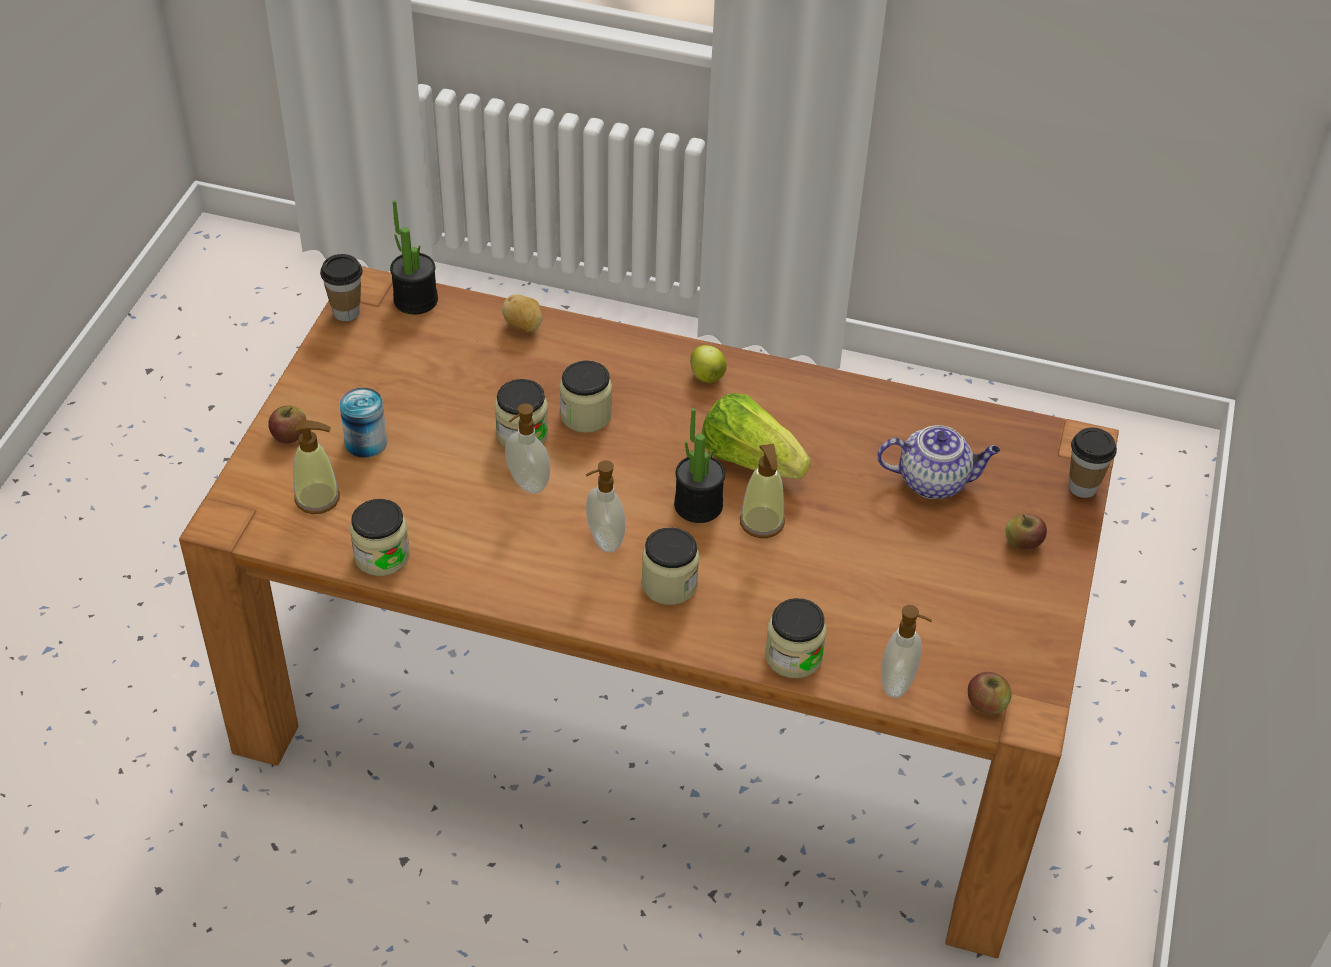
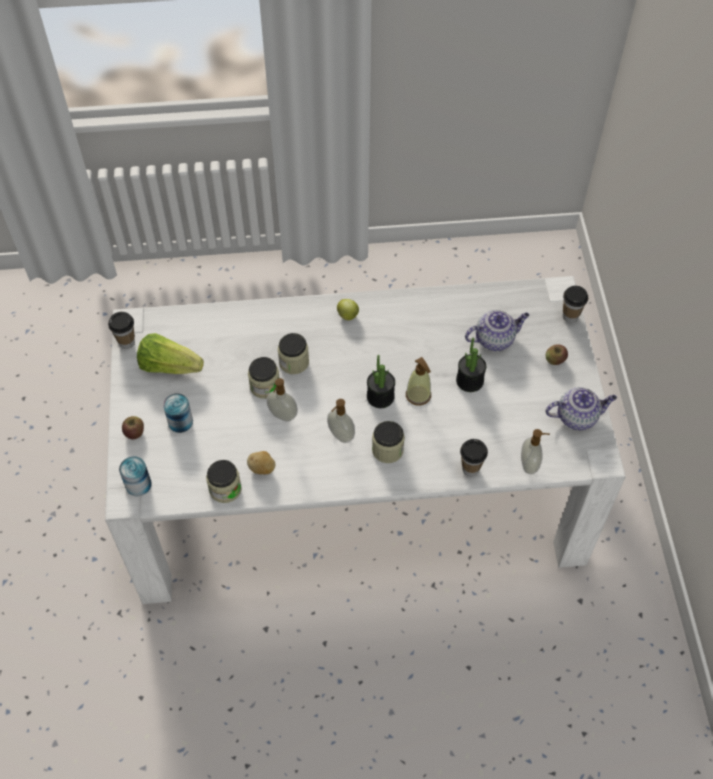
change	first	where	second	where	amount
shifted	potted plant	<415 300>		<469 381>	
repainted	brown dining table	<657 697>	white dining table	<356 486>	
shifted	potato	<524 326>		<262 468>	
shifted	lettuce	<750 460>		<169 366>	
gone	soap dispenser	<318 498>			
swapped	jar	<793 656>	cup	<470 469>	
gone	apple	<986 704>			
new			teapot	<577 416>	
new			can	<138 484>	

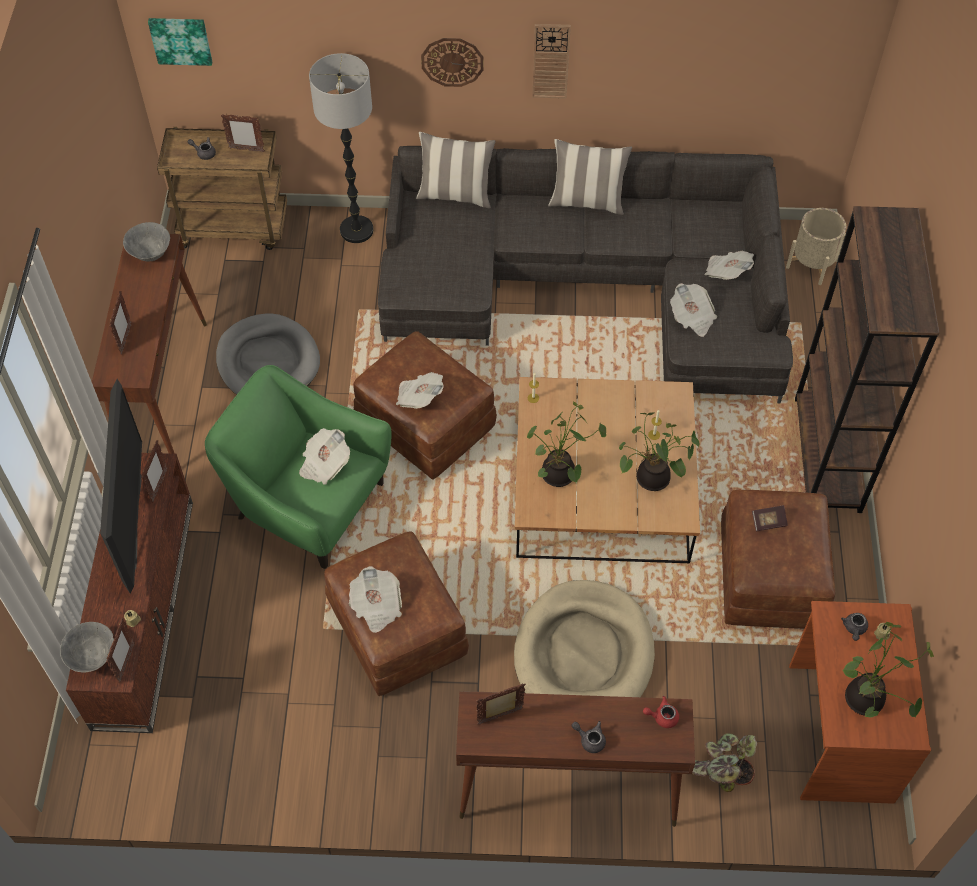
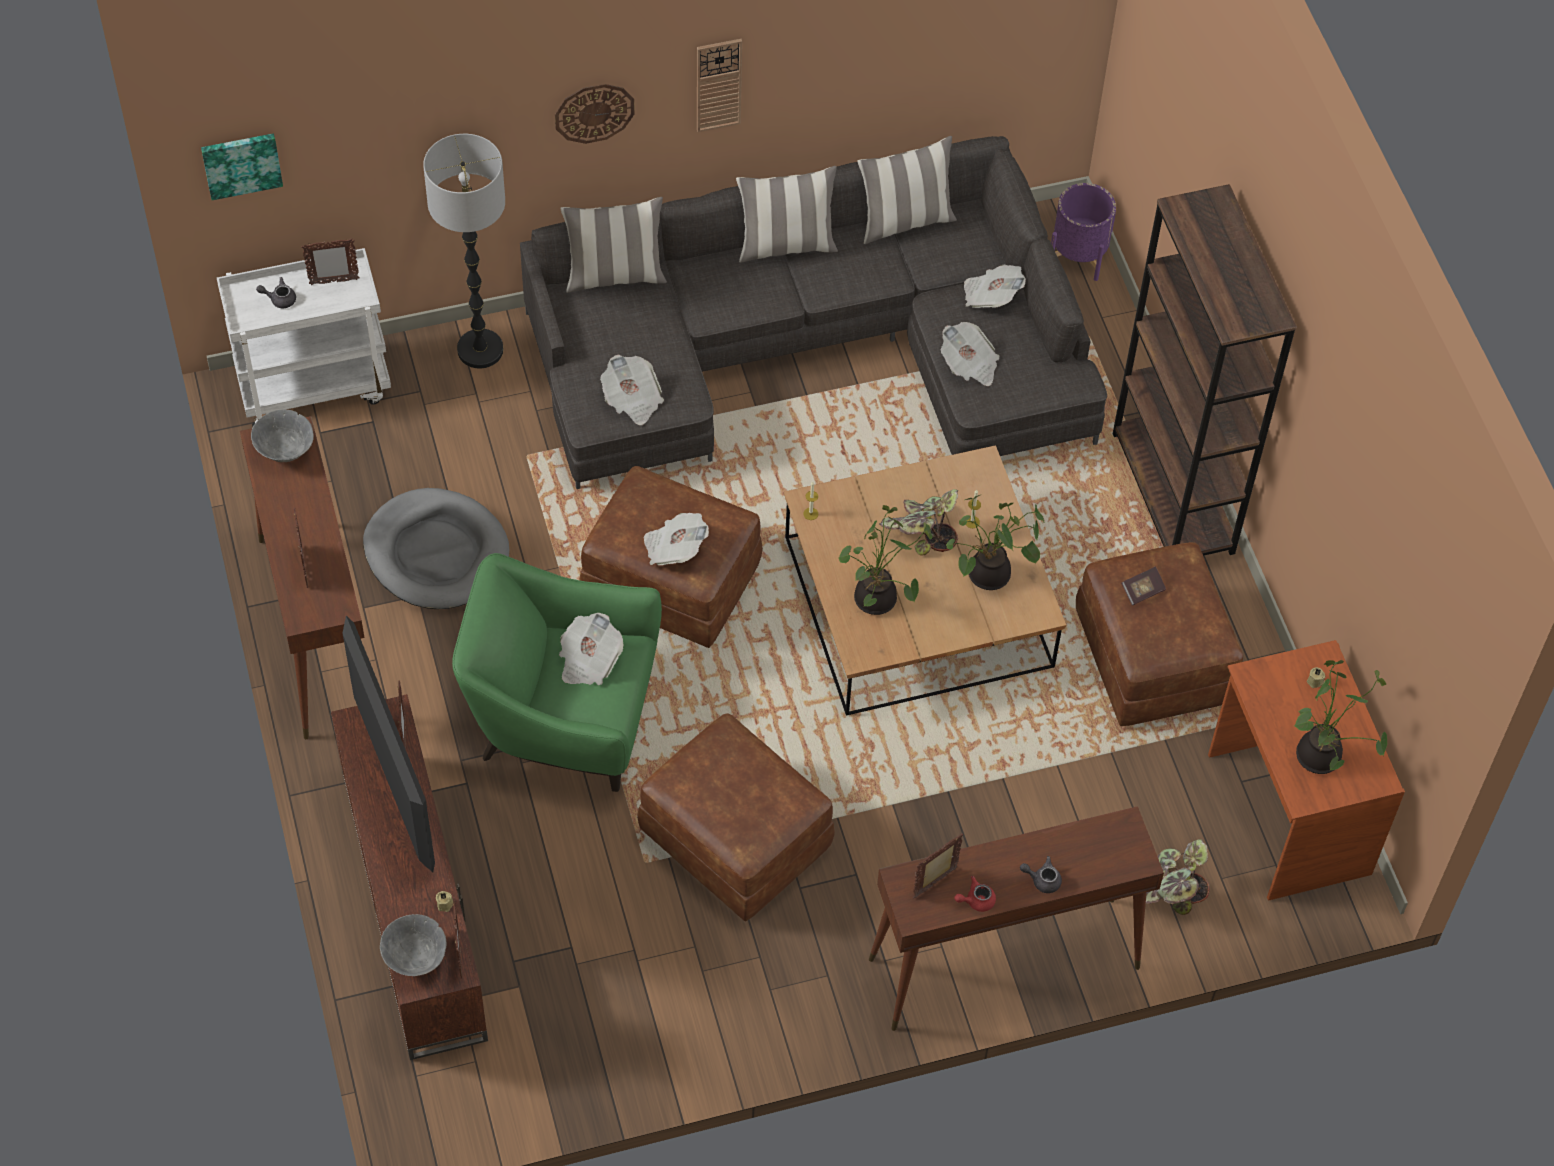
change	first	where	second	where	amount
repainted	brown cart	<235 228>	white cart	<315 385>	
repainted	beige planter	<812 264>	purple planter	<1078 255>	
shifted	newspaper	<376 606>		<632 400>	
gone	beige dog bed	<584 654>			
gone	grey teapot	<854 629>			
shifted	red teapot	<662 716>		<976 900>	
new			pillow	<905 221>	
new			potted plant	<920 533>	

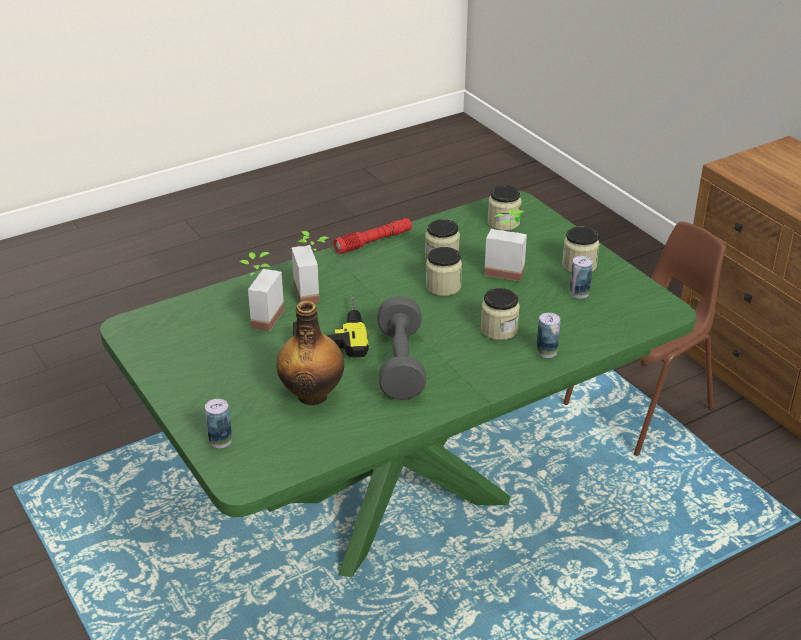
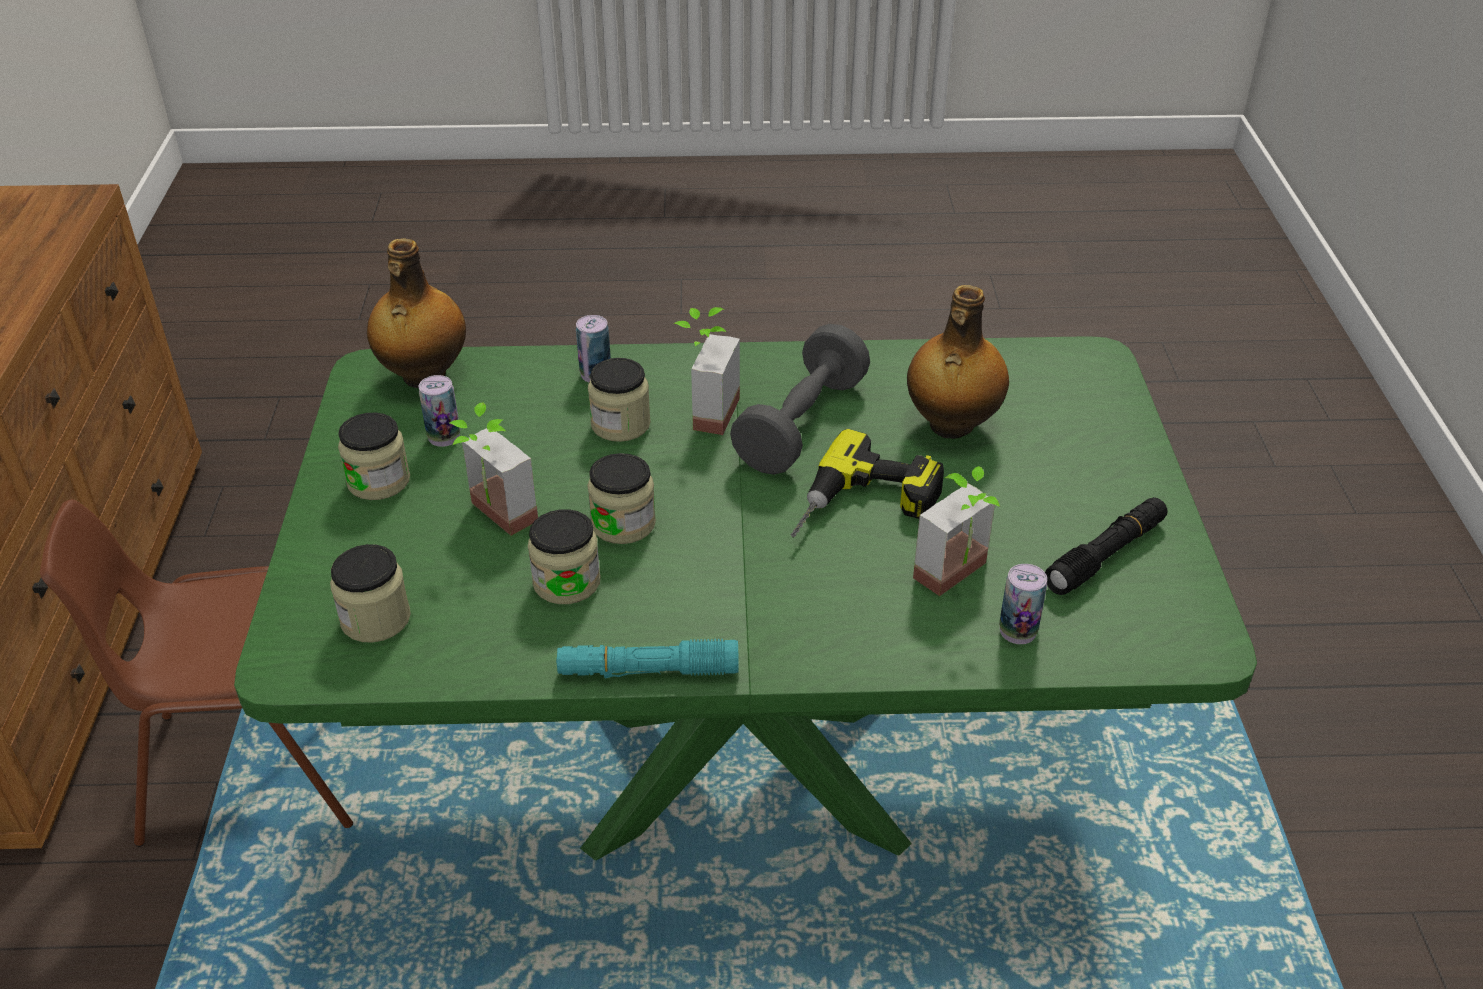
change	first	where	second	where	amount
repainted	red flashlight	<373 242>	turquoise flashlight	<648 671>	
shifted	potted plant	<314 292>		<703 412>	
shifted	can	<220 440>		<1018 631>	
new			bottle	<423 376>	
new			black flashlight	<1106 555>	

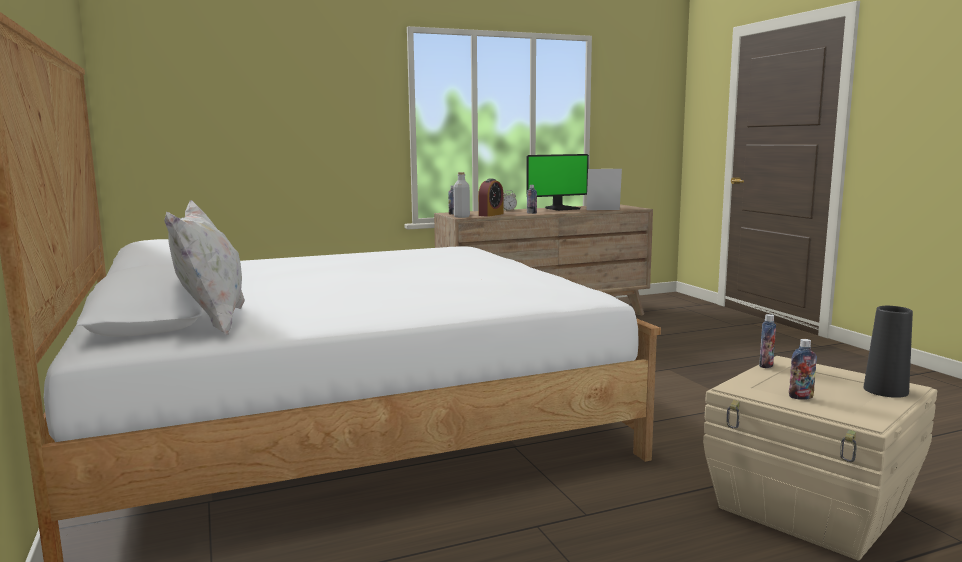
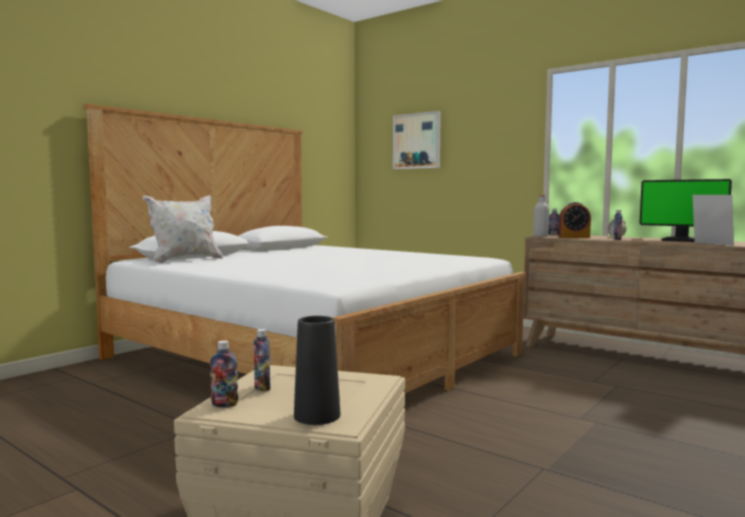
change	first	where	second	where	amount
shifted	bottle	<766 365>		<224 404>	
new			picture	<417 141>	

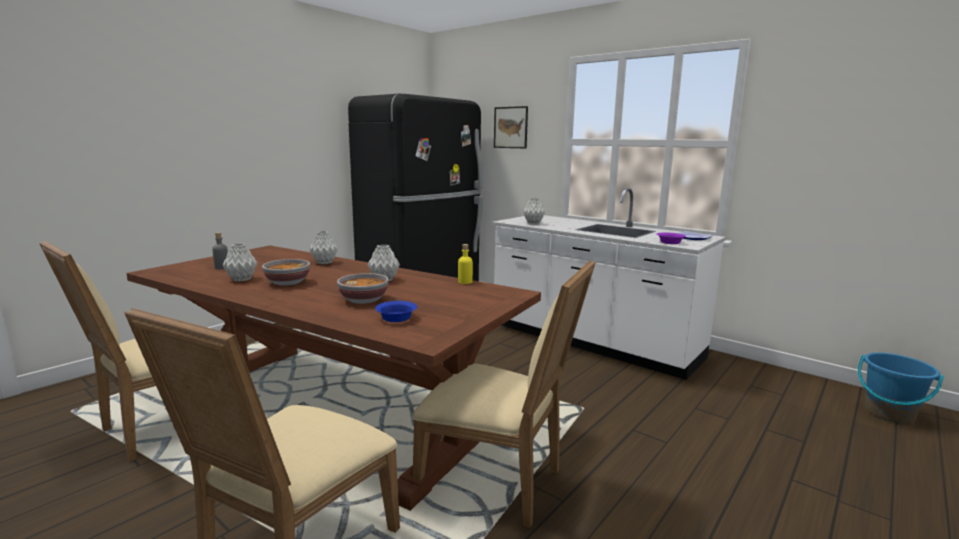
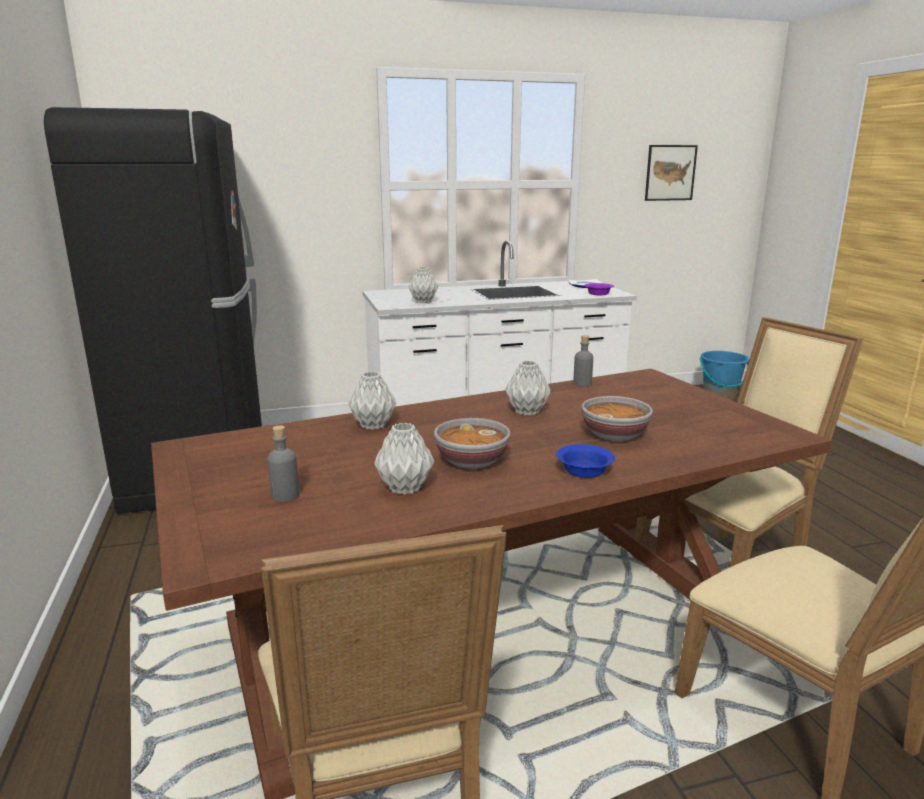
change	first	where	second	where	amount
shifted	picture	<510 127>		<670 173>	
repainted	yellow bottle	<465 282>	grey bottle	<582 383>	
shifted	blue bowl	<397 318>		<585 470>	

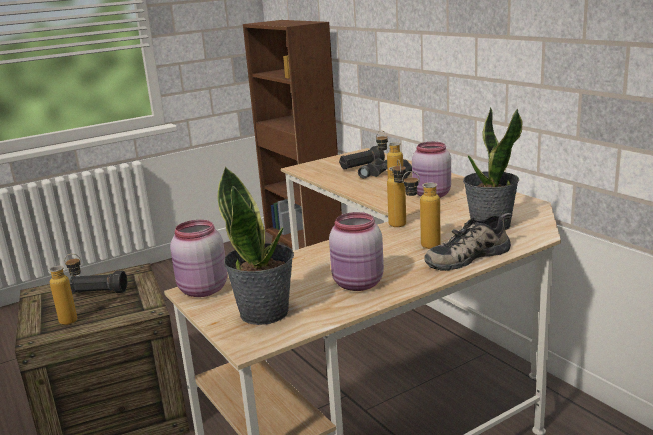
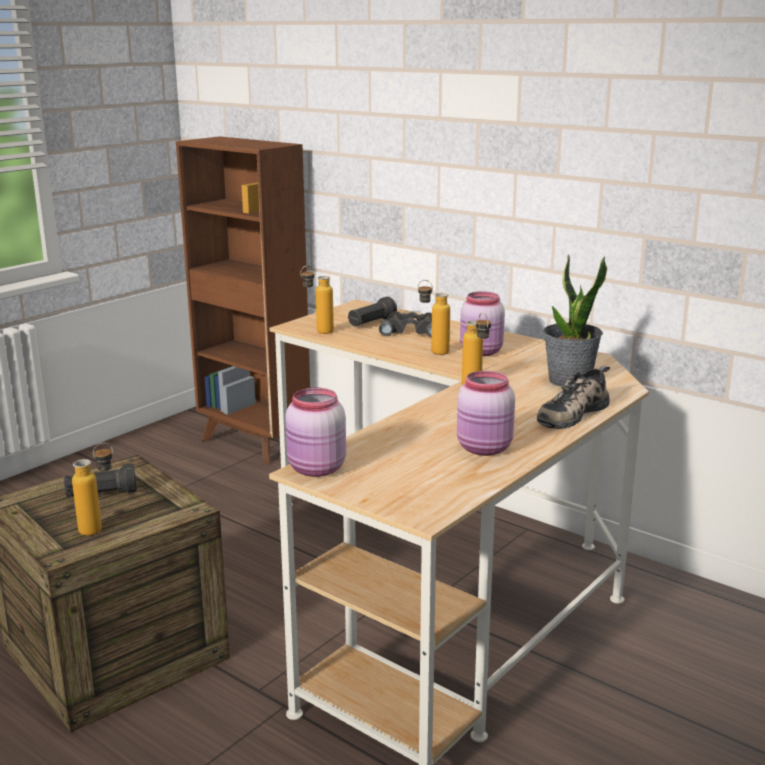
change	first	where	second	where	amount
gone	potted plant	<265 312>			
shifted	bottle	<422 245>		<318 332>	

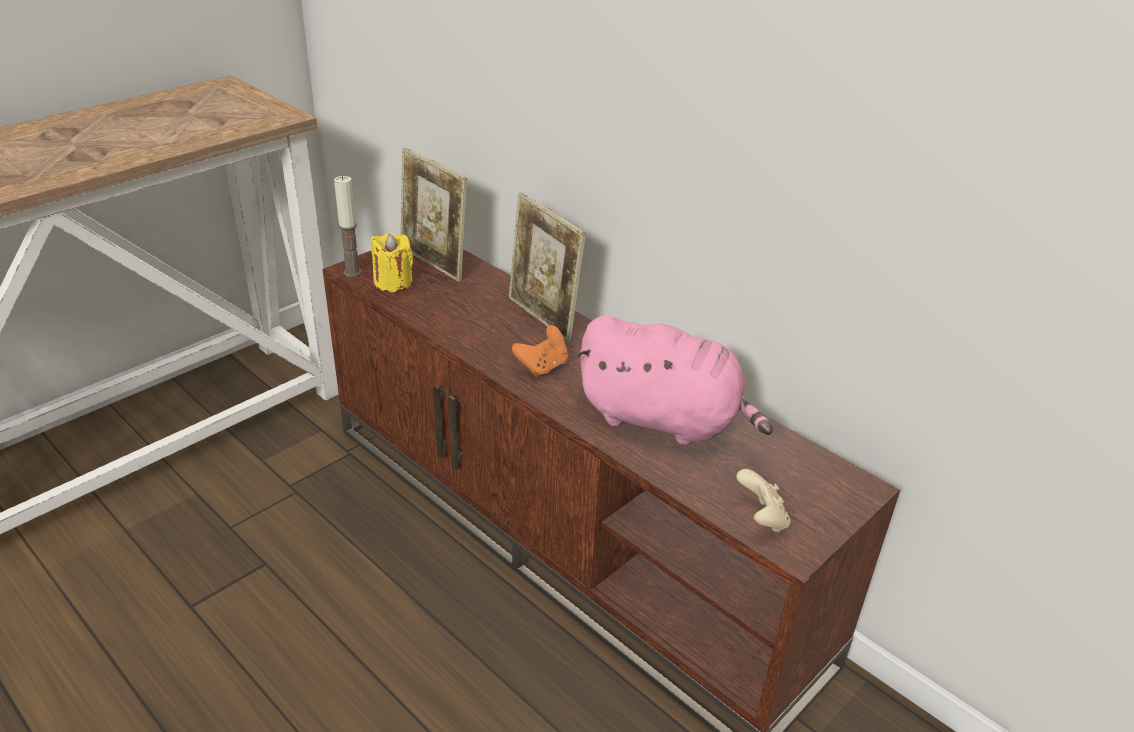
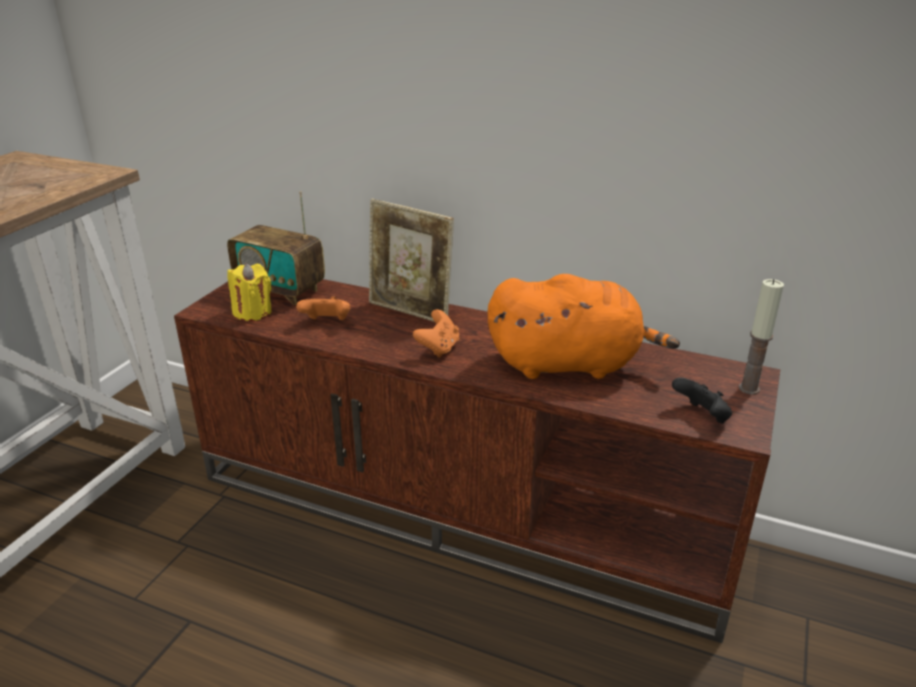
change	first	where	second	where	amount
swapped	picture frame	<434 263>	radio	<280 290>	
shifted	candle	<352 272>		<749 388>	
repainted	pink plush toy	<664 420>	orange plush toy	<570 364>	
repainted	beige game controller	<761 518>	black game controller	<701 416>	
new			orange game controller	<326 323>	

